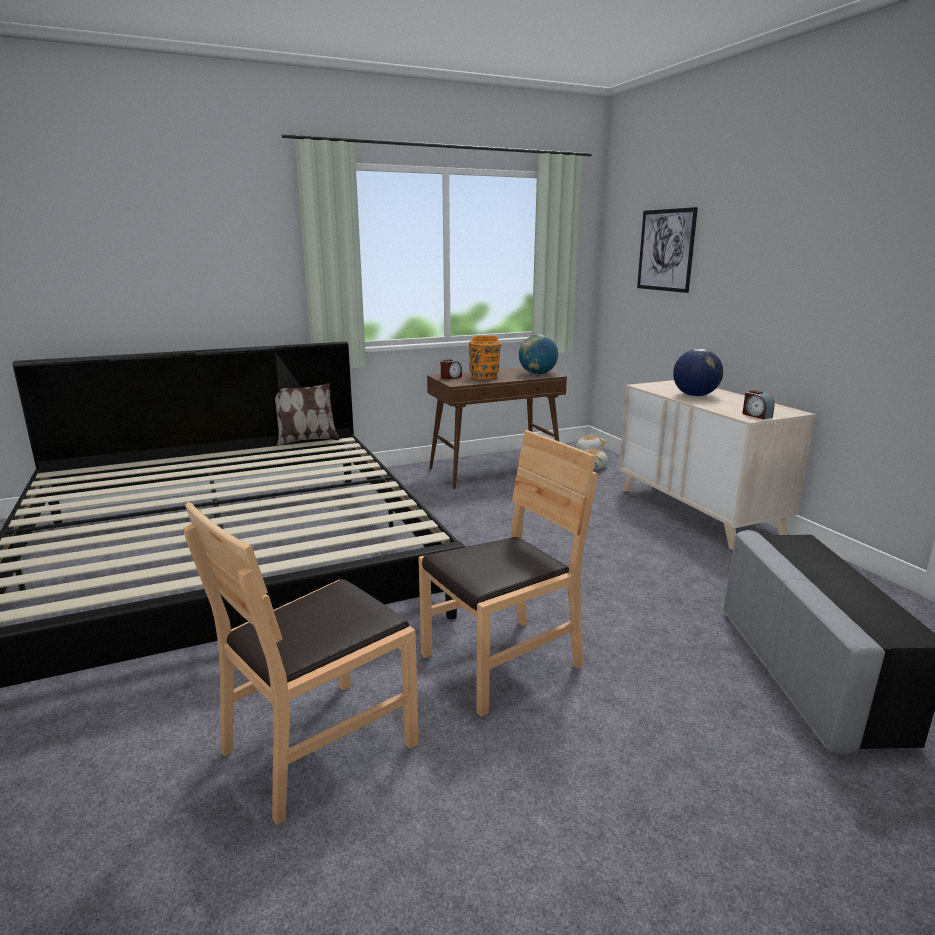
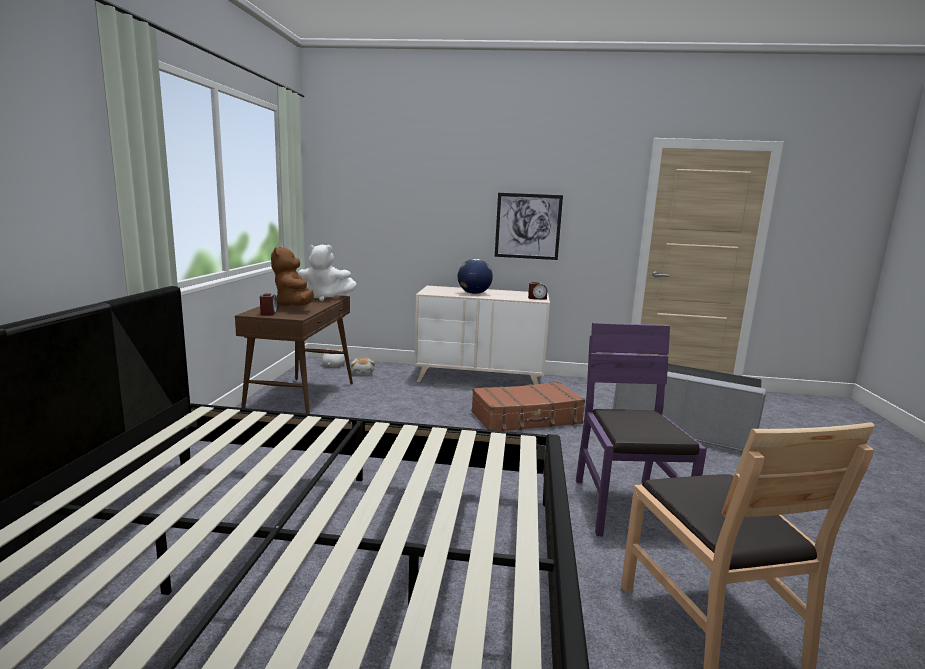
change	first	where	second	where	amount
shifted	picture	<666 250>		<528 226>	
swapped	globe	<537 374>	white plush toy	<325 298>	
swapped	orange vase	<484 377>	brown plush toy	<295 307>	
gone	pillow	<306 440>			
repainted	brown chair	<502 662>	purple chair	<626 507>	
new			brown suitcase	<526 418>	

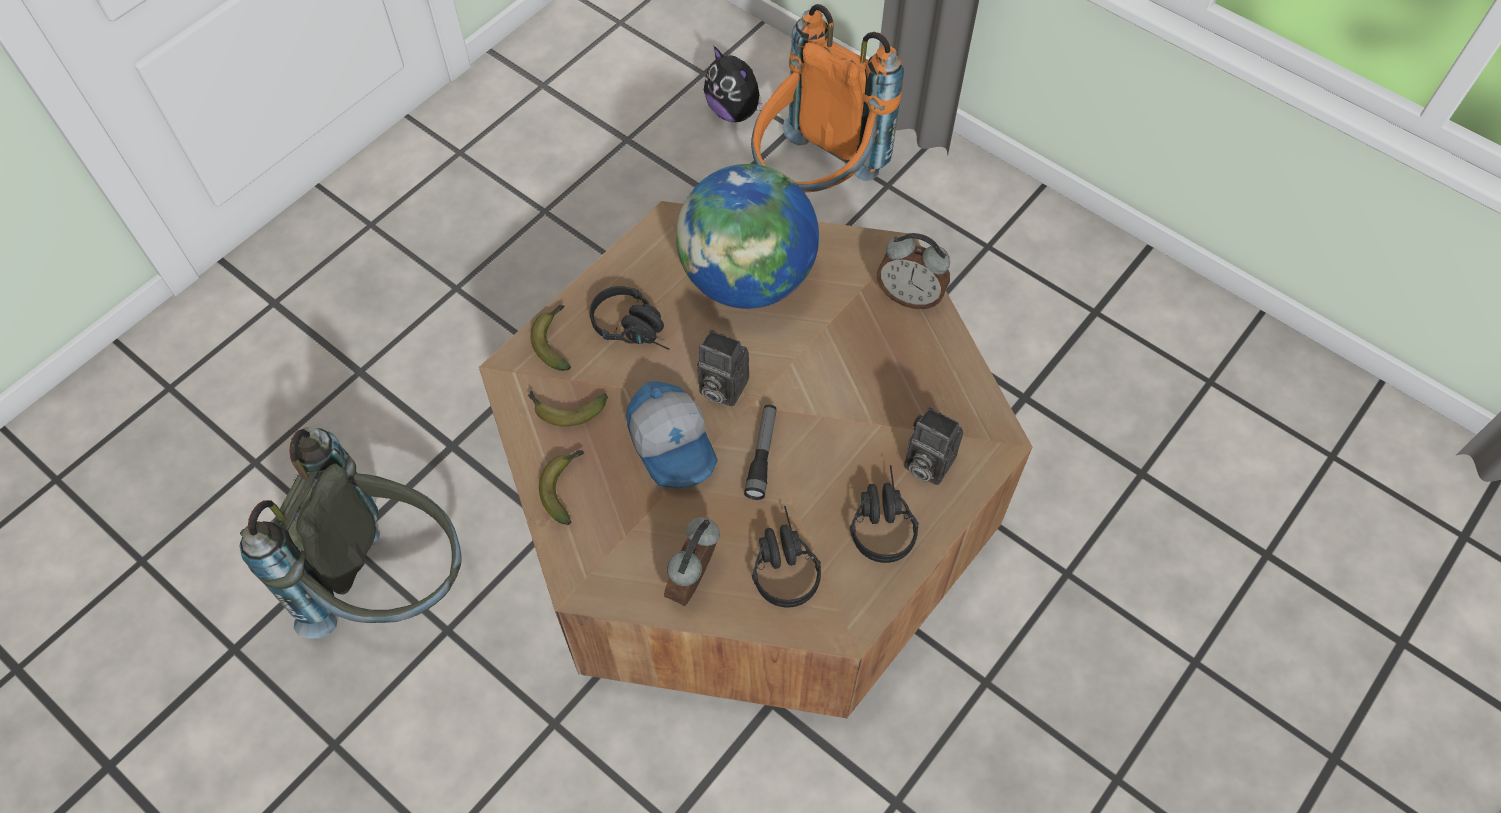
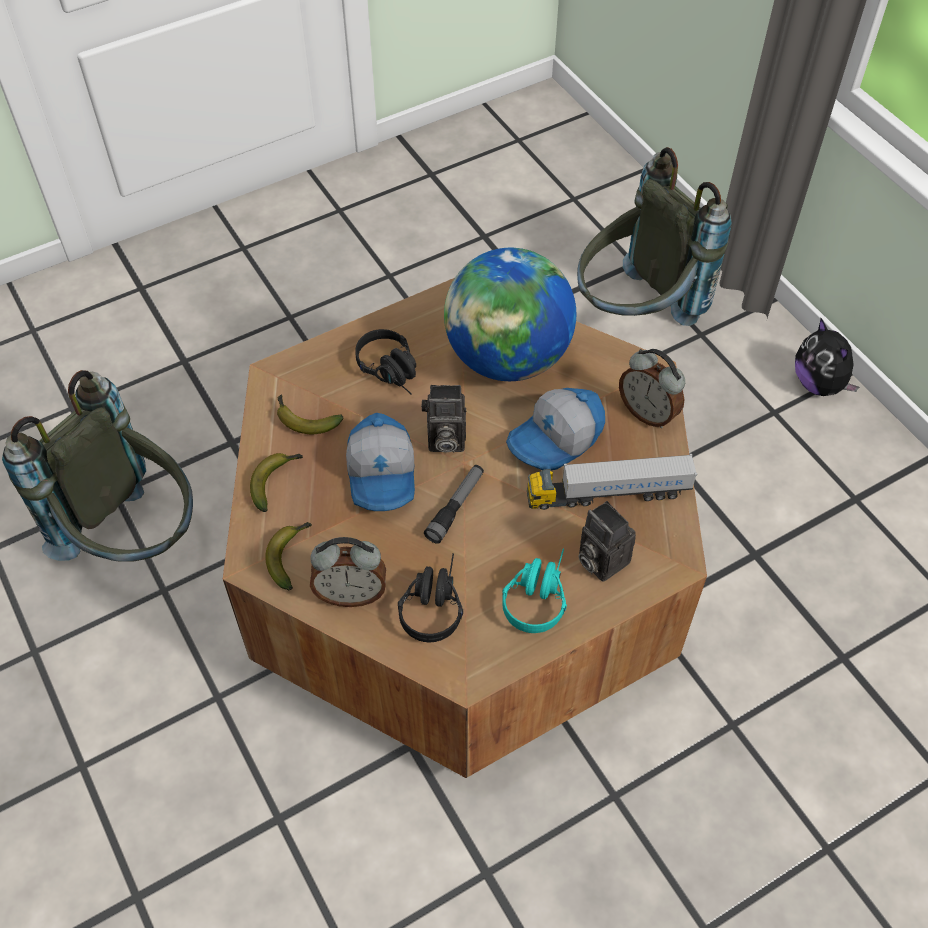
change	first	where	second	where	amount
repainted	orange backpack	<814 182>	grey backpack	<634 314>	
shifted	plush toy	<735 111>		<819 384>	
shifted	banana	<554 341>		<290 556>	
rotated	photo camera	<720 387>		<444 440>	45 degrees counterclockwise
repainted	black headphones	<880 519>	turquoise headphones	<537 594>	
rotated	alarm clock	<695 581>		<351 593>	135 degrees counterclockwise
new			cap	<556 440>	
new			toy truck	<608 494>	

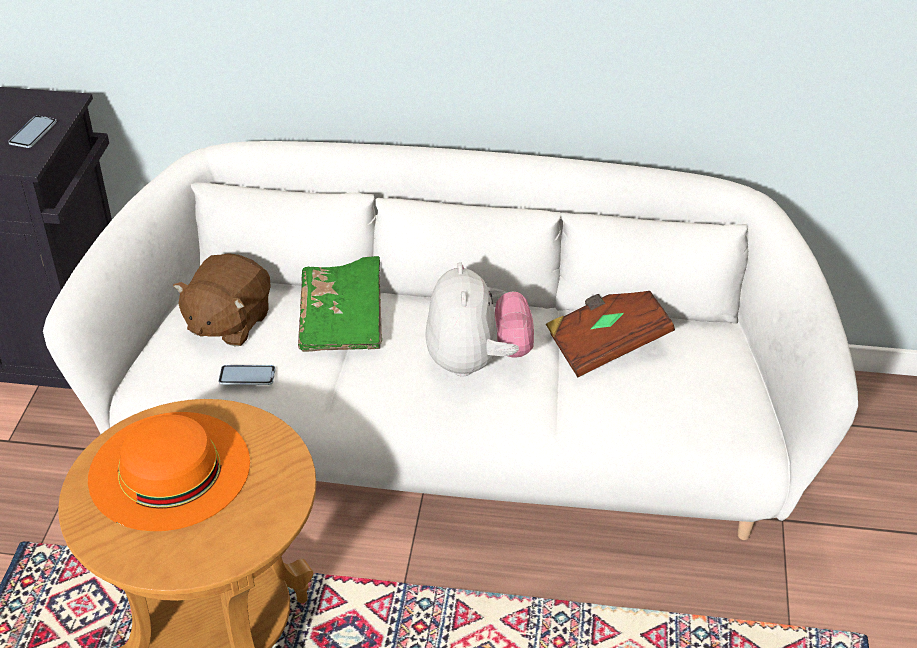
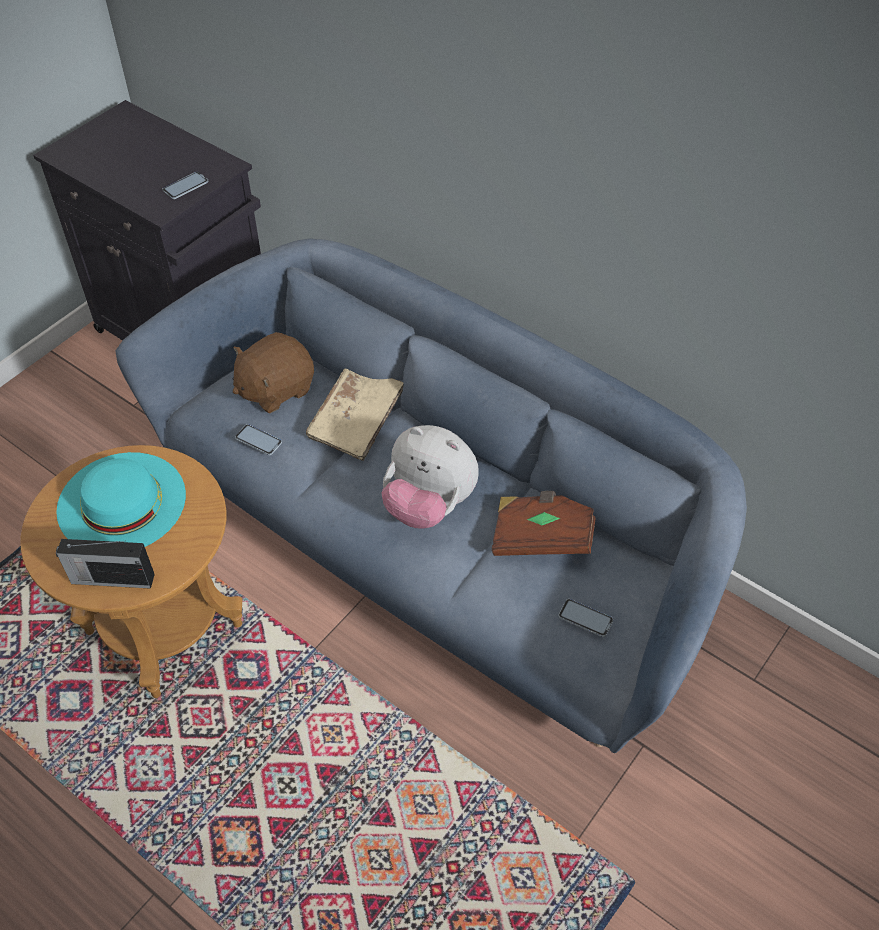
change	first	where	second	where	amount
repainted	white sofa	<458 436>	blue sofa	<438 546>	
repainted	green book	<342 319>	beige book	<356 422>	
rotated	plush toy	<477 361>		<428 505>	90 degrees clockwise
repainted	orange hat	<169 469>	turquoise hat	<122 502>	
new			radio	<111 578>	
new			phone	<585 618>	

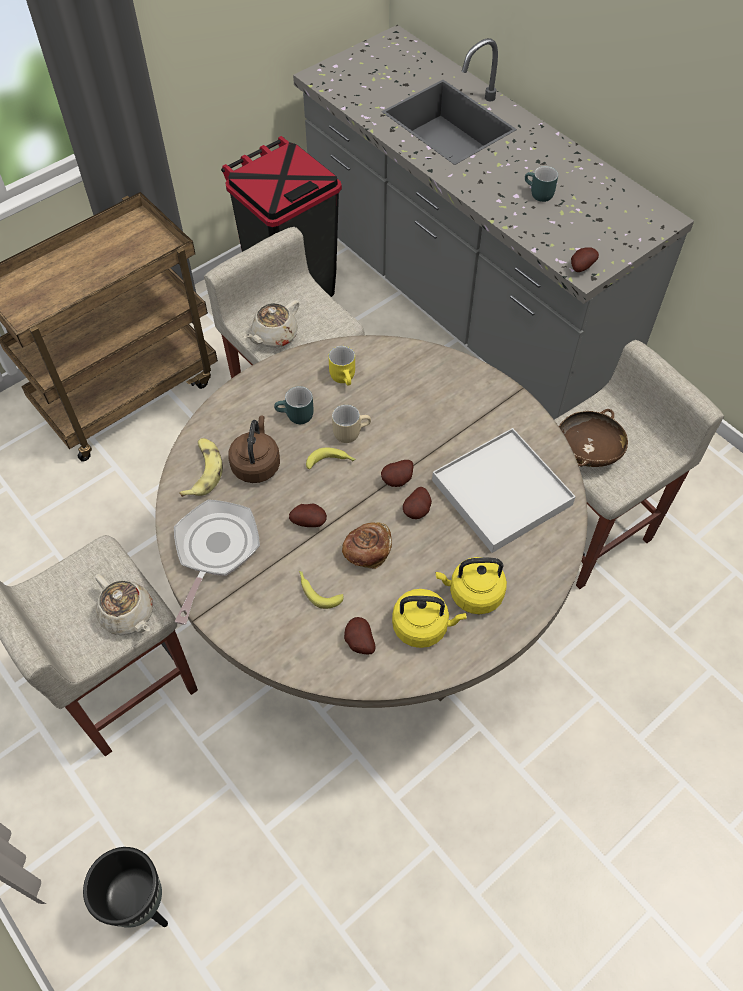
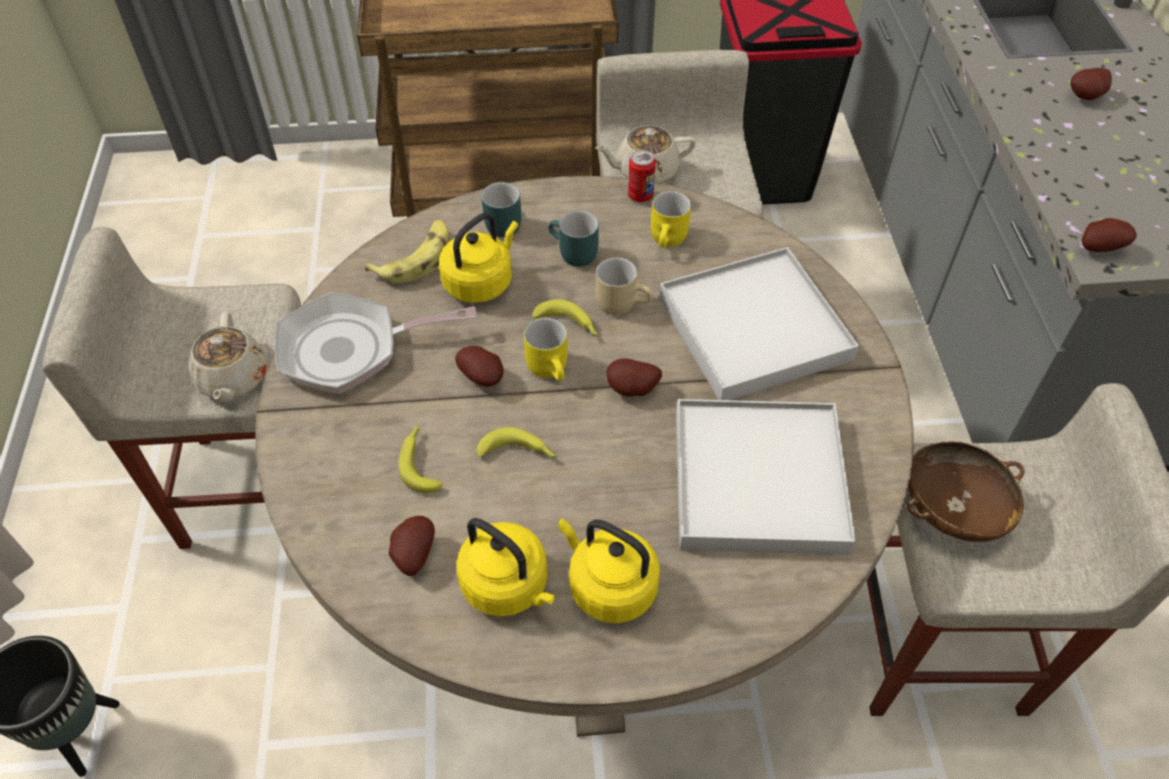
change	first	where	second	where	amount
shifted	turquoise mug	<537 194>		<499 223>	
repainted	brown kettle	<256 464>	yellow kettle	<480 282>	
shifted	potato	<418 511>		<1086 97>	
rotated	frying pan	<215 550>		<350 349>	150 degrees counterclockwise
swapped	bread	<367 552>	banana	<519 453>	
new			can	<640 196>	
new			white tray	<754 328>	
new			yellow mug	<552 368>	

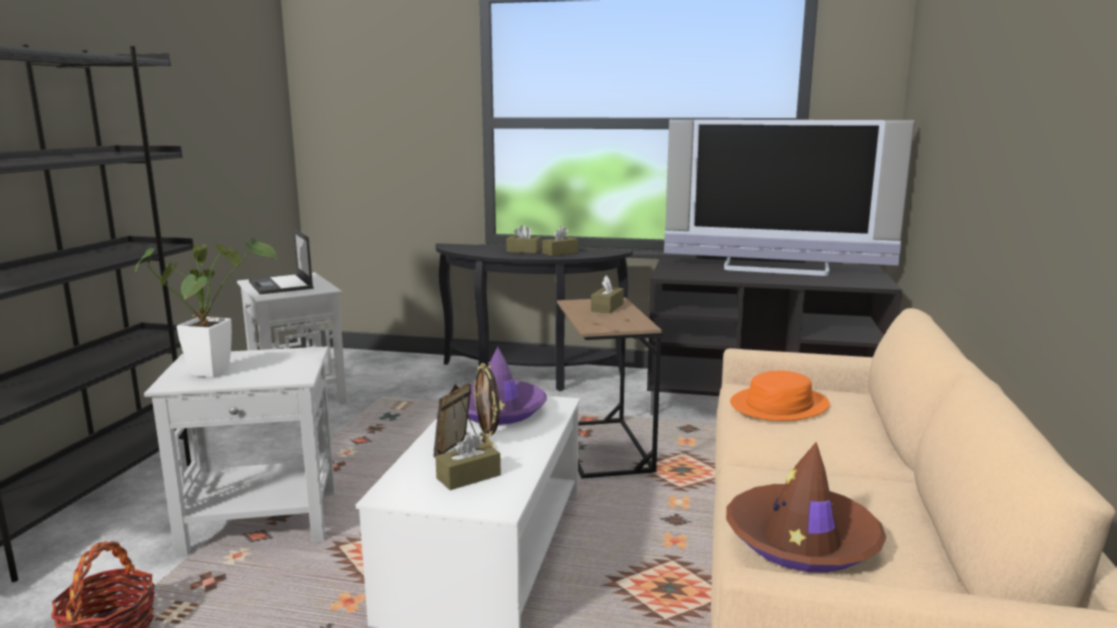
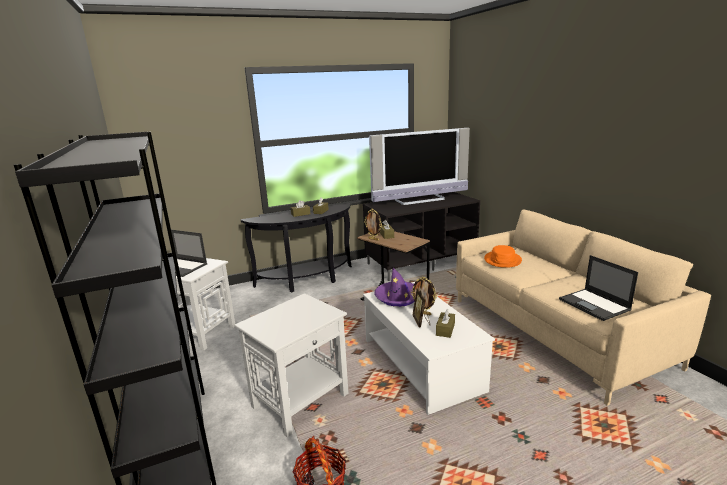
change	first	where	second	where	amount
gone	potted plant	<216 370>			
swapped	brown hat	<801 541>	laptop	<595 305>	
new			picture frame	<373 239>	

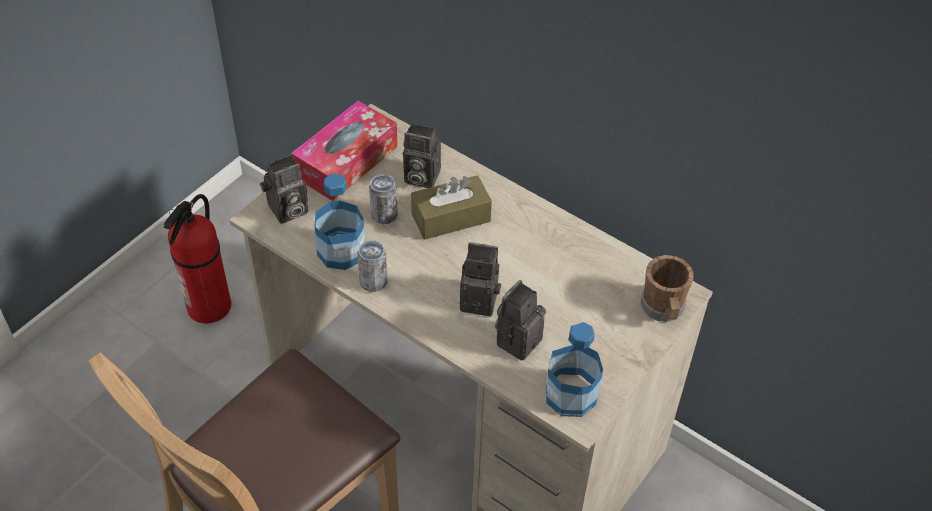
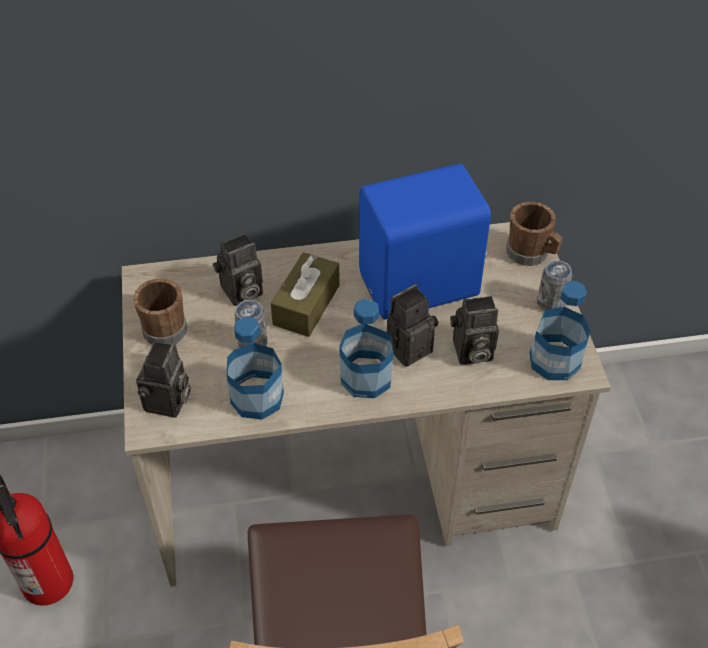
change	first	where	second	where	amount
swapped	tissue box	<346 161>	brown mug	<164 326>	
shifted	can	<373 282>		<550 303>	
rotated	photo camera	<518 339>		<471 352>	90 degrees counterclockwise
new			blue speaker	<421 287>	
new			bottle	<366 377>	

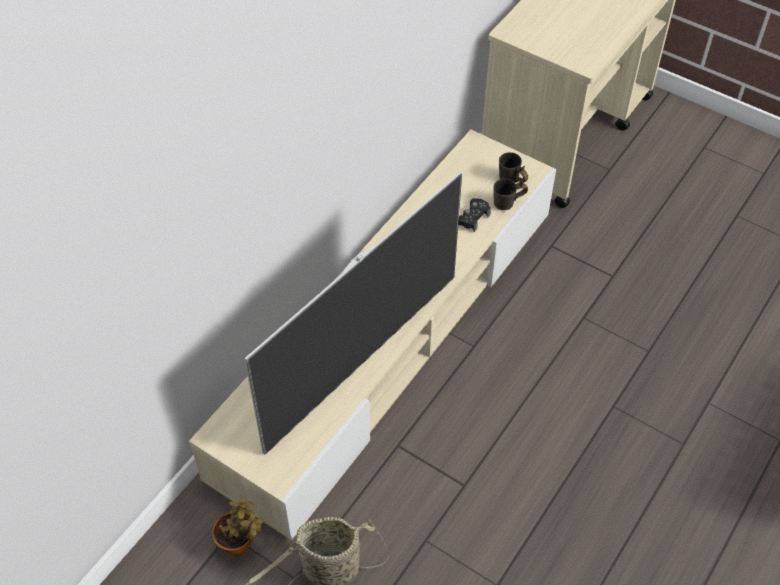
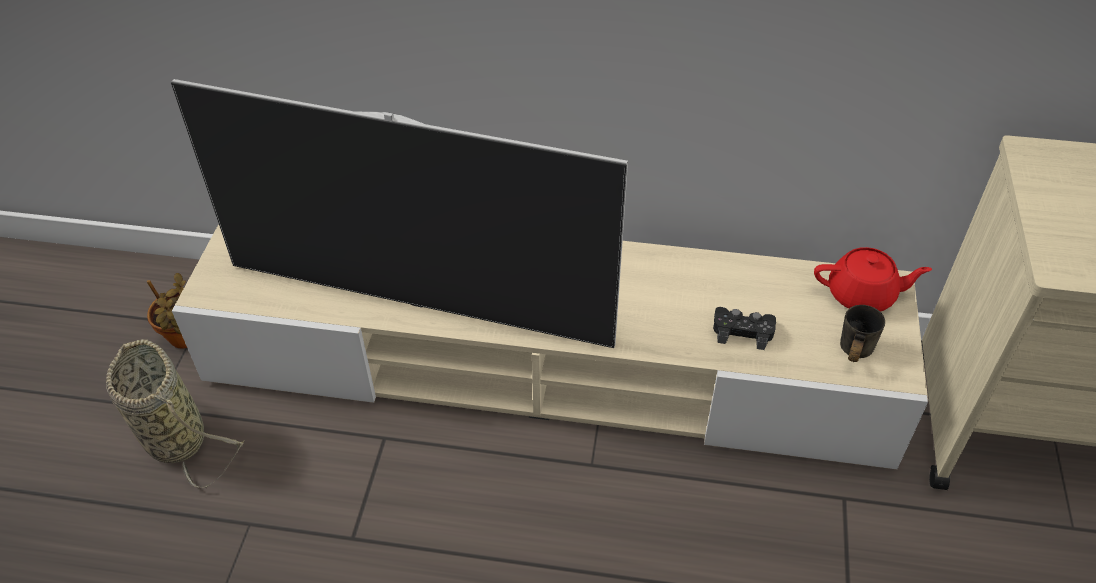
change	first	where	second	where	amount
gone	grey mug	<508 205>			
new			red teapot	<862 295>	

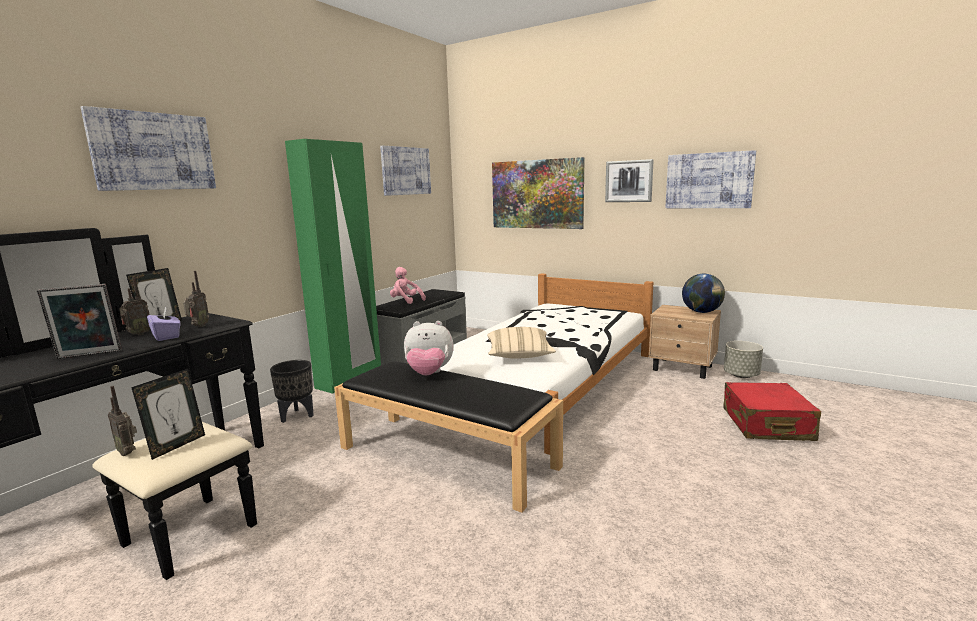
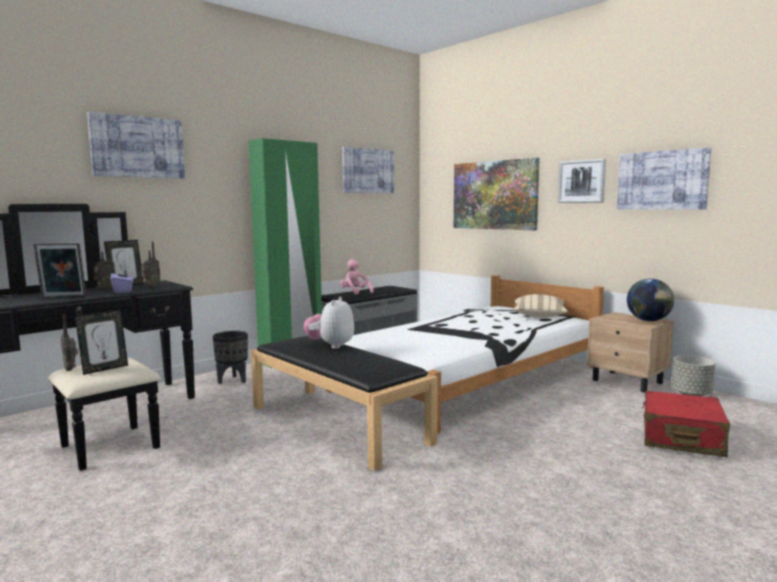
change	first	where	second	where	amount
rotated	plush toy	<429 374>		<331 346>	90 degrees clockwise
shifted	beige pillow	<519 355>		<539 316>	

